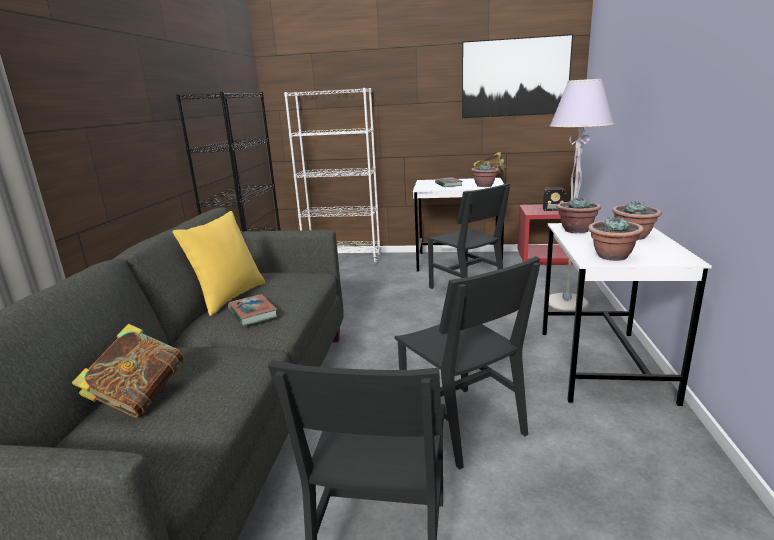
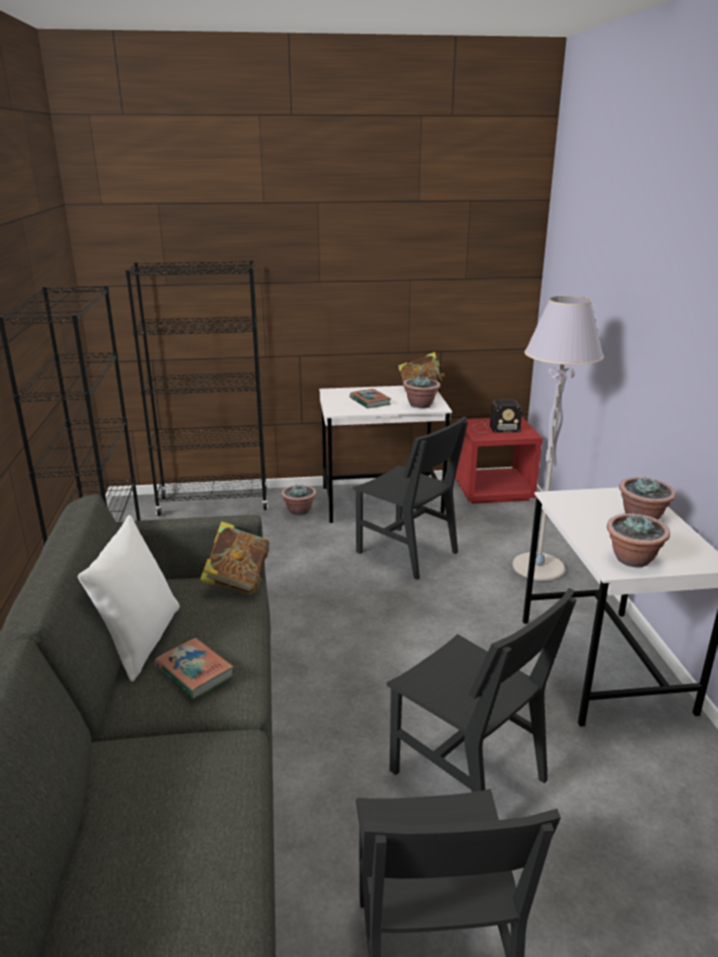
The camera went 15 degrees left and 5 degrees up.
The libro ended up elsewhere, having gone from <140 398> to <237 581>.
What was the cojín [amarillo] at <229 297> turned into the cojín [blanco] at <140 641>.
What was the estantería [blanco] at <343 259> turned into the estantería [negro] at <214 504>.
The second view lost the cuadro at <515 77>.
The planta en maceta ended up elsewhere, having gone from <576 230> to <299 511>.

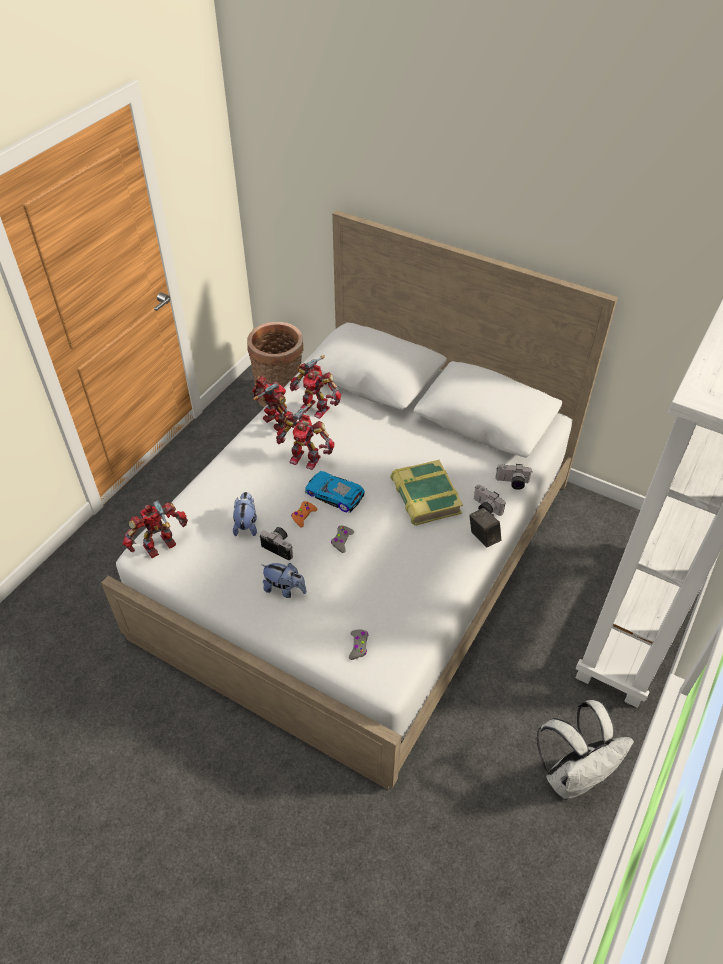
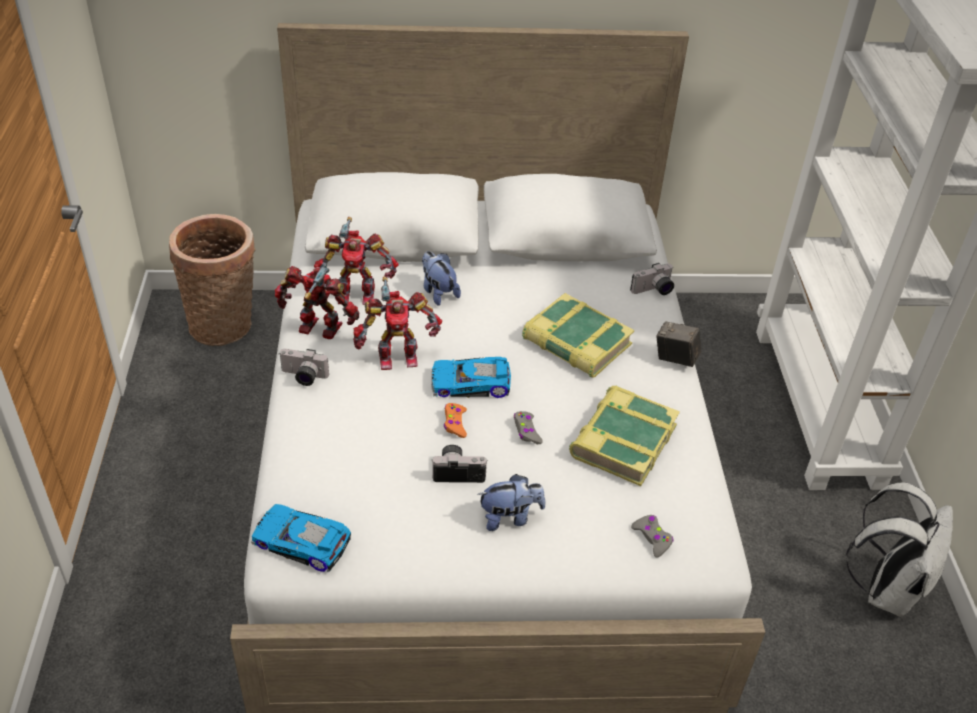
The camera went 35 degrees left and 5 degrees down.
Where the robot de juguete stood at <161 547>, the coche de juguete came to stand at <301 543>.
The peluche ended up elsewhere, having gone from <246 524> to <438 292>.
The cámara ended up elsewhere, having gone from <485 508> to <303 377>.
The second view gained the libro at <622 441>.

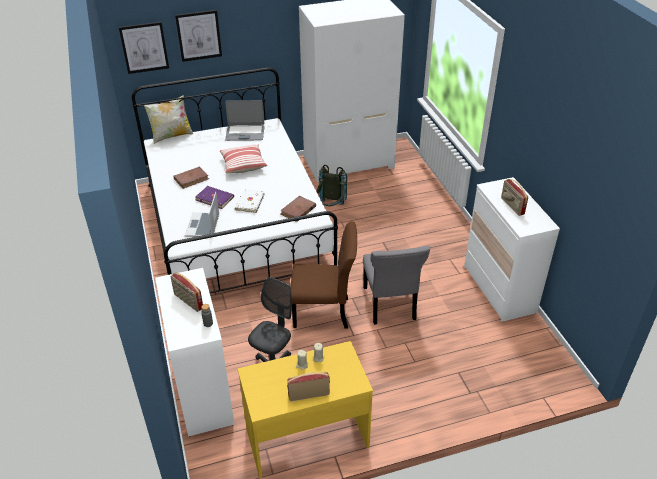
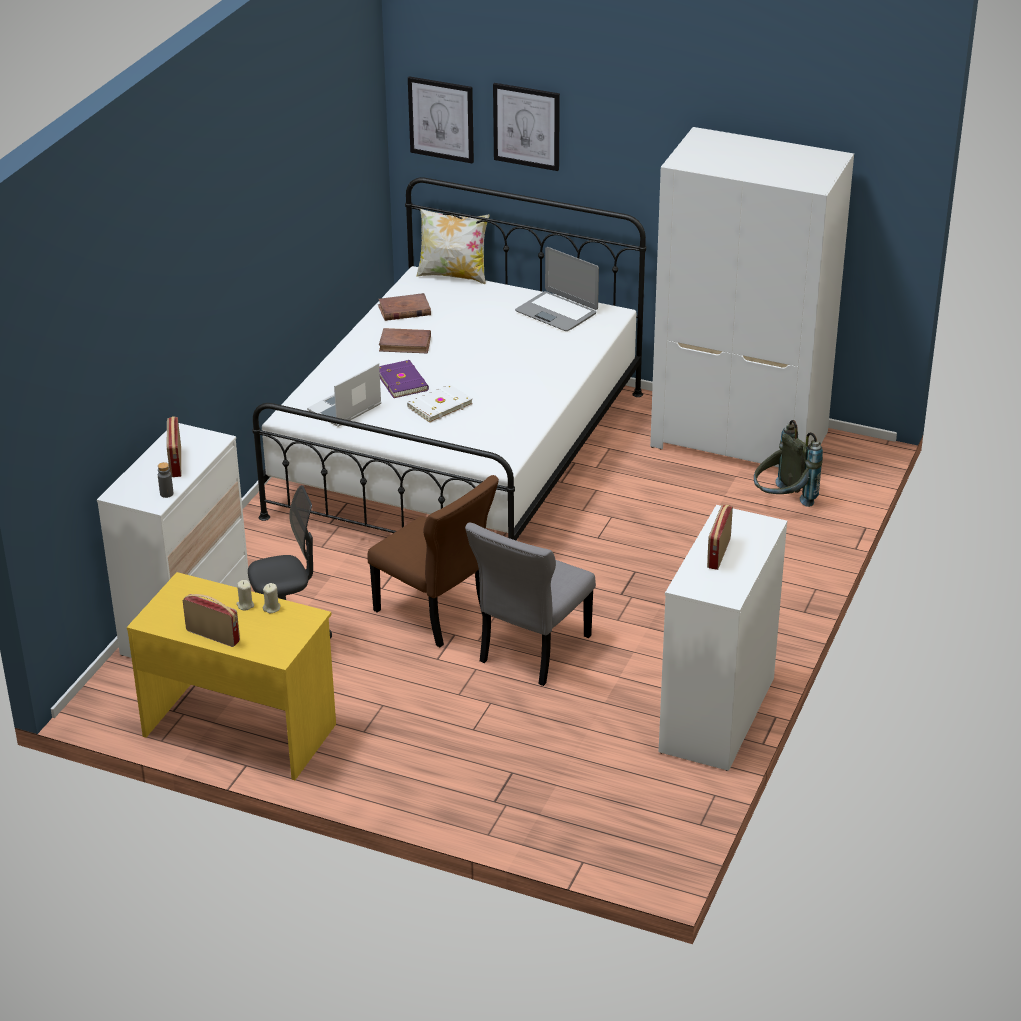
The camera went 40 degrees right and 5 degrees down.
The second view lost the cojín at <243 165>.
The libro [marrón] ended up elsewhere, having gone from <298 210> to <404 310>.
The mochila [gris] ended up elsewhere, having gone from <330 208> to <782 502>.

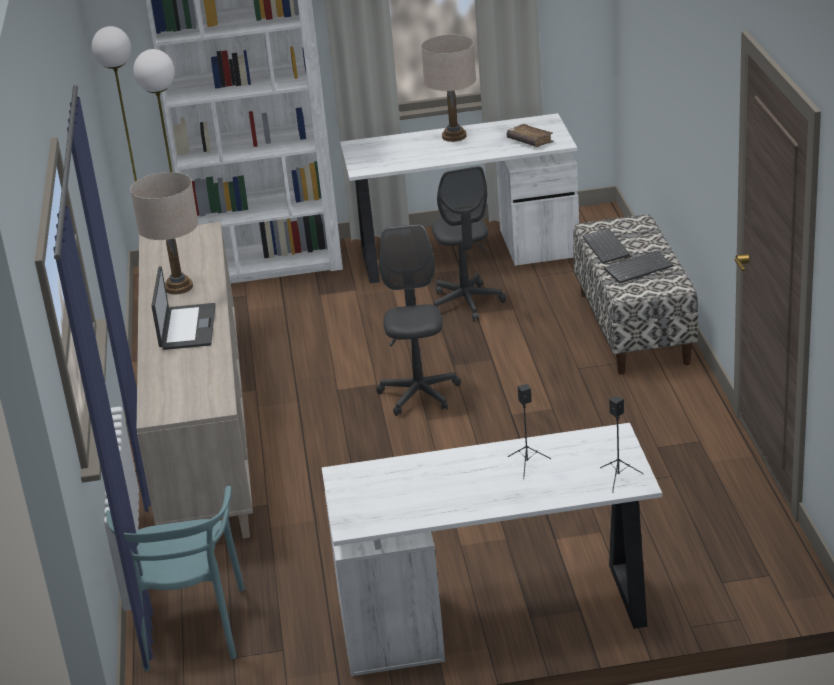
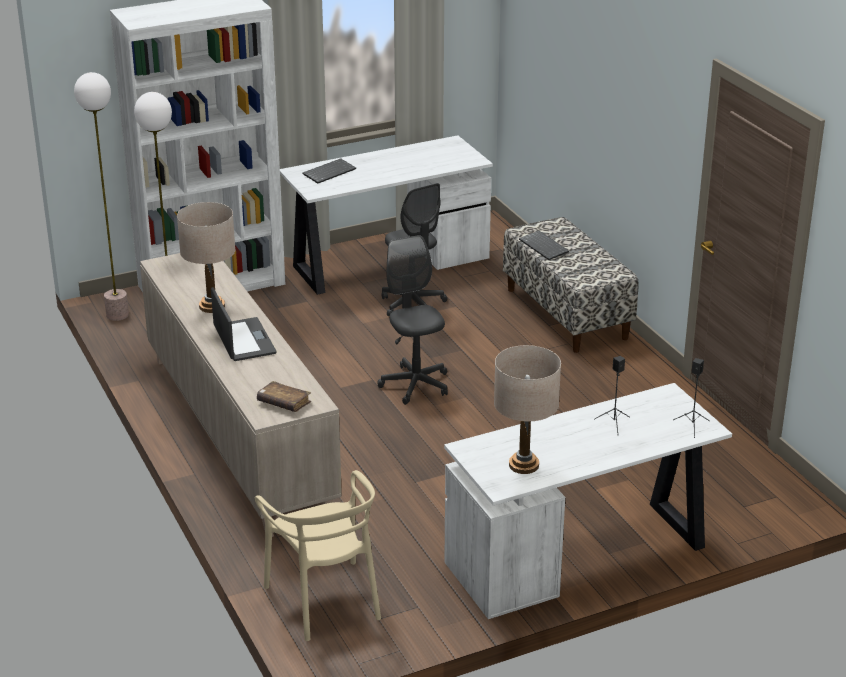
The camera went 20 degrees left and 0 degrees up.
What was the silla [turquesa] at <190 628> turned into the silla [beis] at <325 600>.
The lámpara de mesa [beis] ended up elsewhere, having gone from <454 136> to <524 465>.
The libro [marrón] ended up elsewhere, having gone from <530 141> to <284 403>.
The teclado ended up elsewhere, having gone from <638 268> to <329 172>.

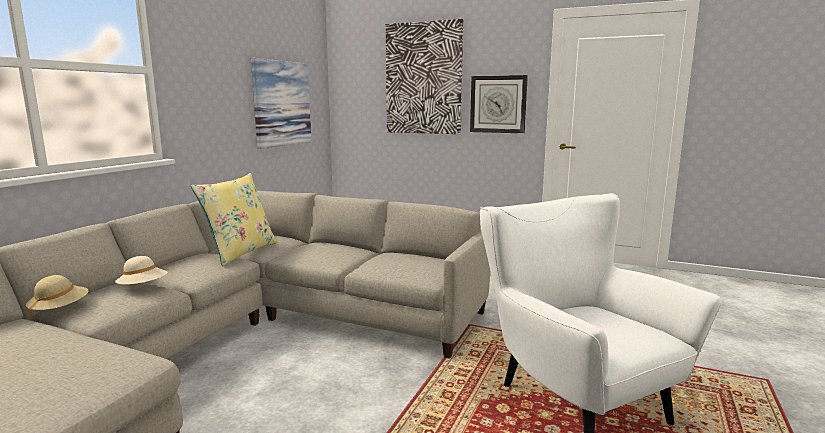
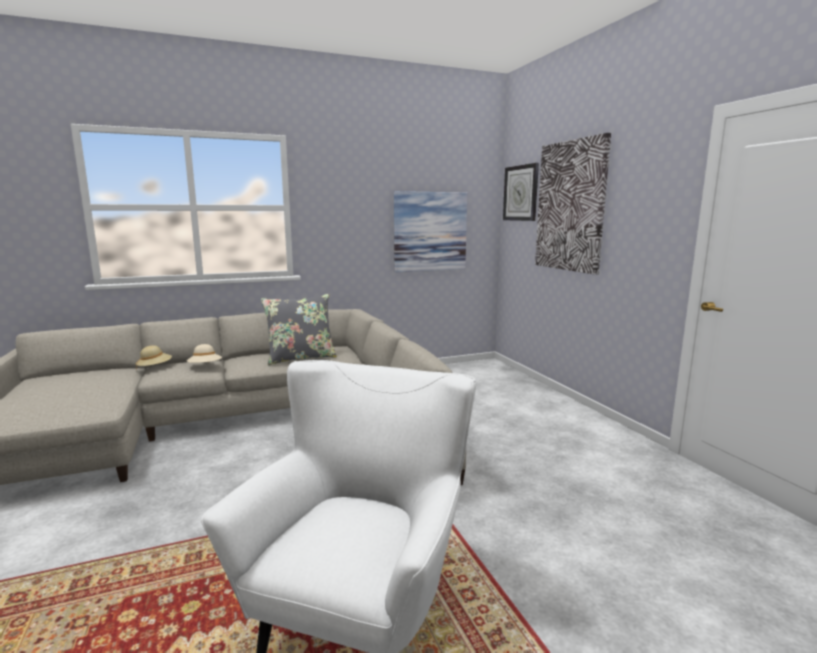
The camera went 45 degrees right and 0 degrees up.
What was the cojín [amarillo] at <240 252> turned into the cojín [gris] at <301 358>.
The reloj de pared ended up elsewhere, having gone from <498 104> to <521 193>.

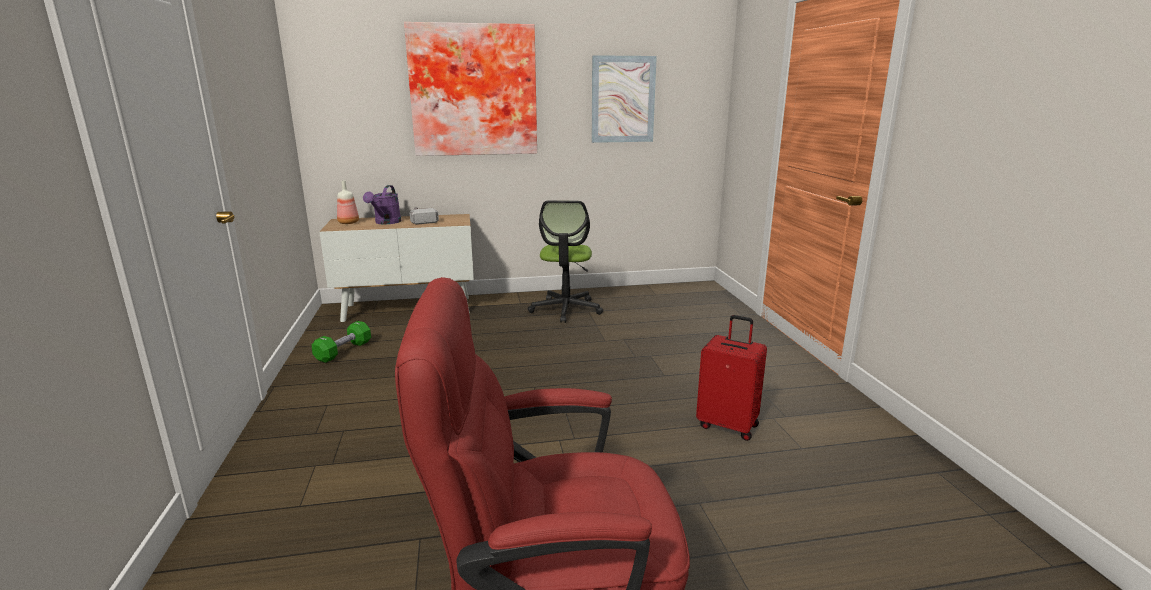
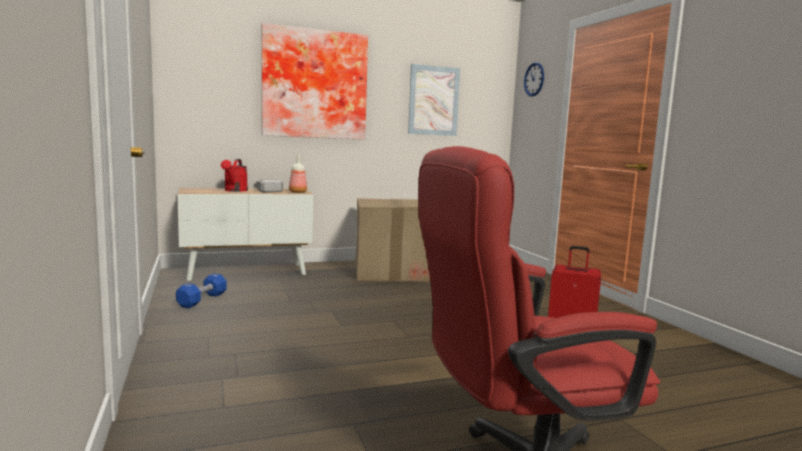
The camera went 10 degrees left and 10 degrees down.
What was the mancuerna [verde] at <343 351> turned into the mancuerna [azul] at <202 300>.
The botella ended up elsewhere, having gone from <347 223> to <297 192>.
What was the regadera [morado] at <386 222> turned into the regadera [rojo] at <235 191>.
Where the silla de oficina stood at <566 309>, the caja de cartón came to stand at <390 272>.
The second view gained the reloj de pared at <534 79>.

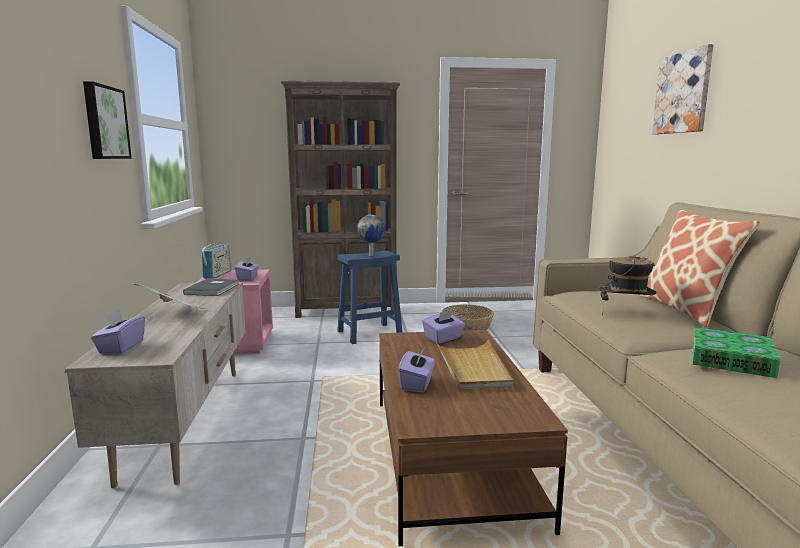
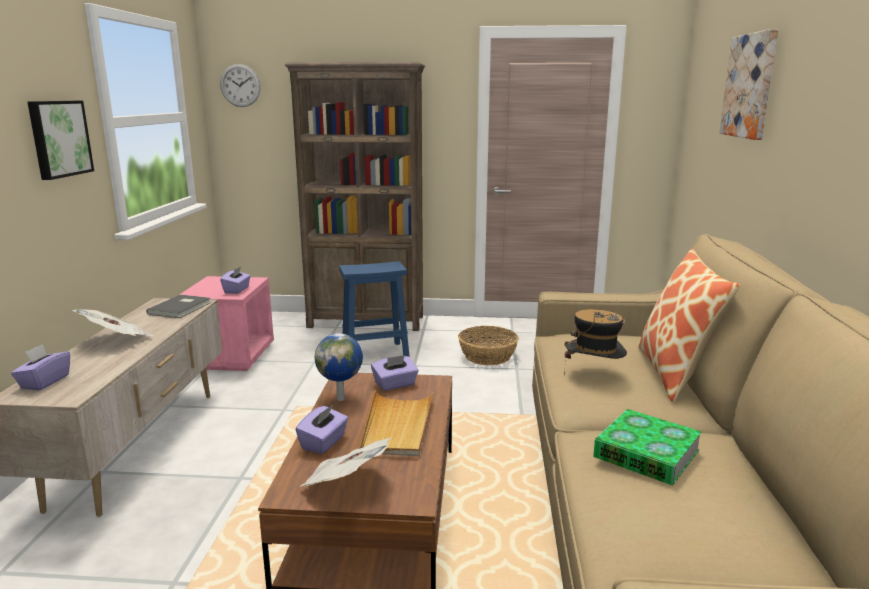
The camera went 10 degrees right and 5 degrees up.
The second view lost the radio at <217 274>.
The globo terráqueo ended up elsewhere, having gone from <371 255> to <341 398>.
The second view gained the reloj de pared at <240 85>.
The second view gained the periódico at <346 483>.

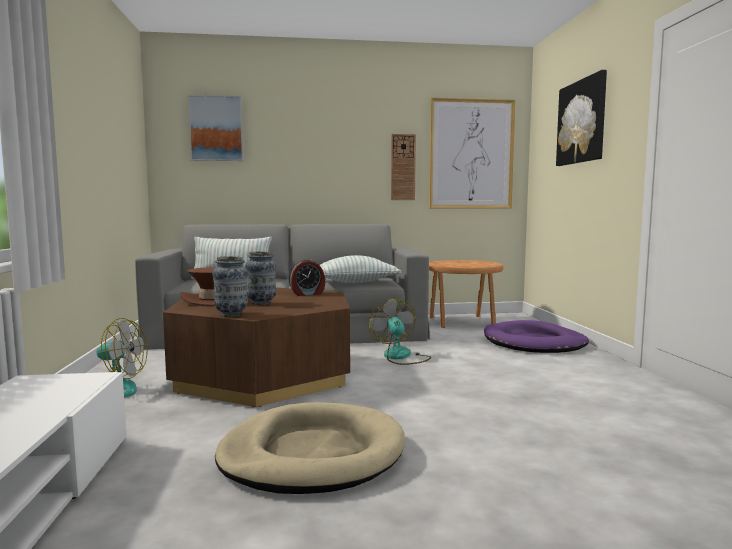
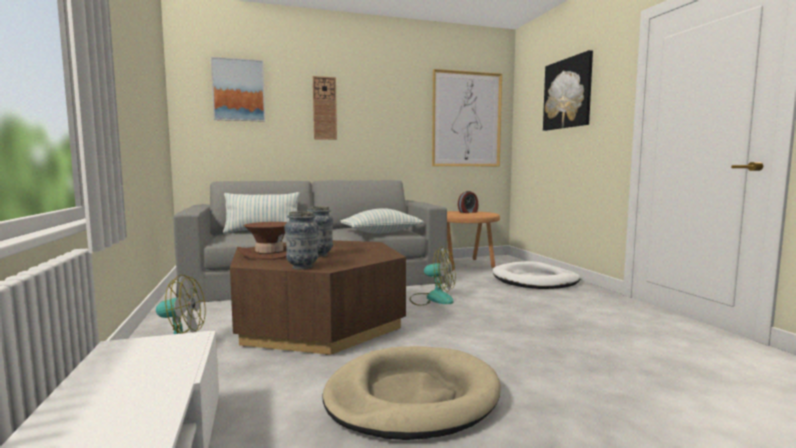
The camera went 10 degrees left and 0 degrees up.
The despertador ended up elsewhere, having gone from <308 294> to <468 212>.
The ventilador at <400 357> ended up facing another way, 135 degrees clockwise from before.
The reloj de pared ended up elsewhere, having gone from <403 167> to <324 108>.
What was the cama para perro [morado] at <534 342> turned into the cama para perro [blanco] at <535 280>.

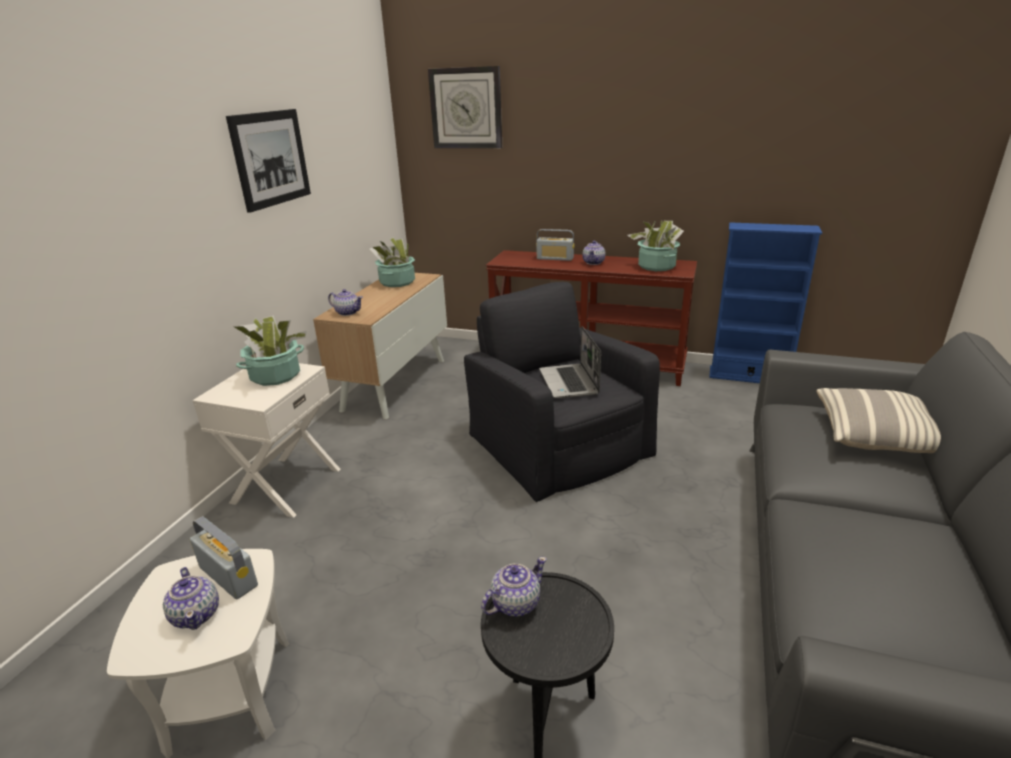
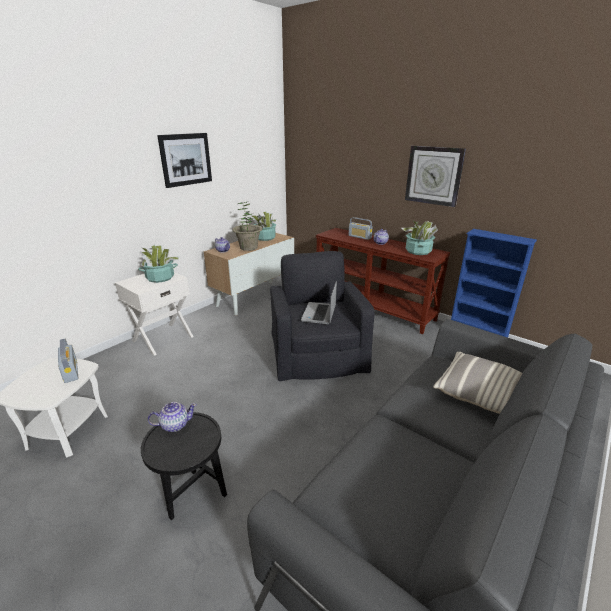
The camera went 20 degrees right and 0 degrees up.
The second view lost the tetera at <197 614>.
The reloj de pared ended up elsewhere, having gone from <466 108> to <434 175>.
The second view gained the planta en maceta at <248 247>.

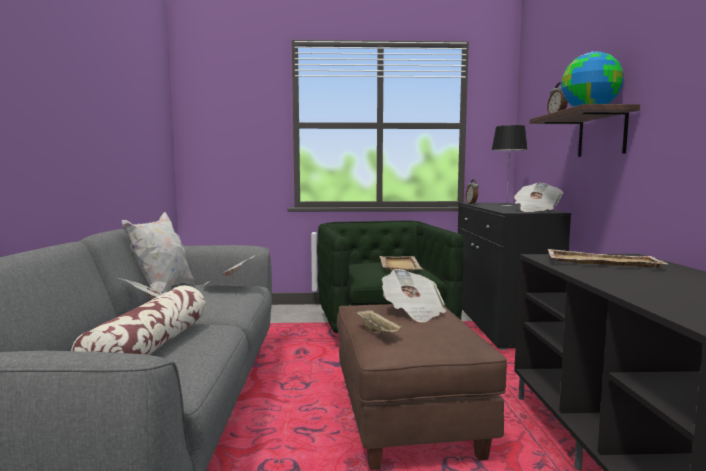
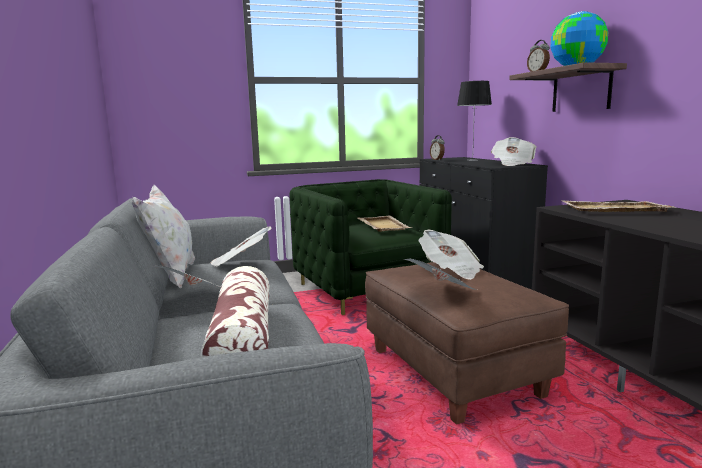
The camera went 15 degrees left and 5 degrees up.
Where the bandeja [beis] stood at <378 332>, the periódico came to stand at <442 293>.

